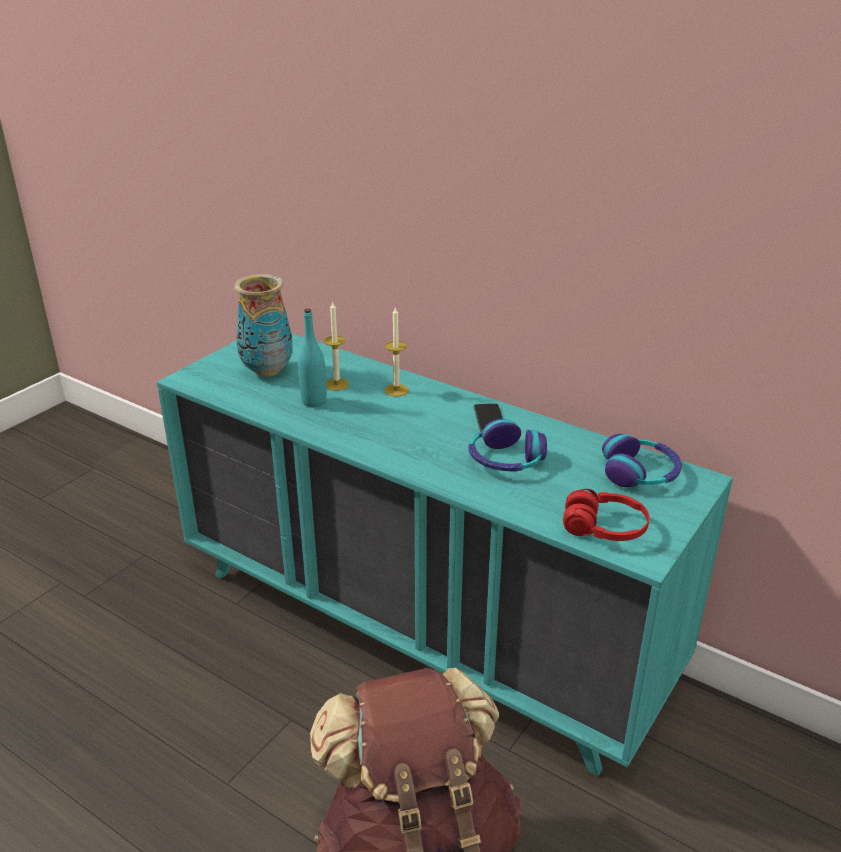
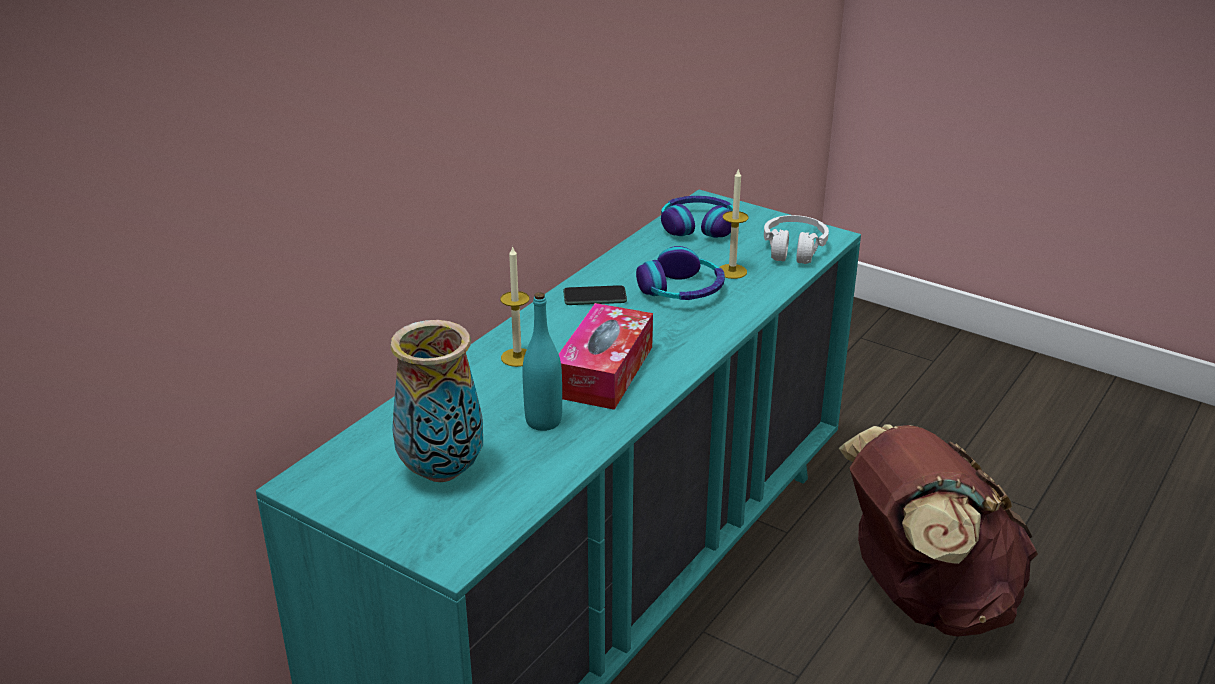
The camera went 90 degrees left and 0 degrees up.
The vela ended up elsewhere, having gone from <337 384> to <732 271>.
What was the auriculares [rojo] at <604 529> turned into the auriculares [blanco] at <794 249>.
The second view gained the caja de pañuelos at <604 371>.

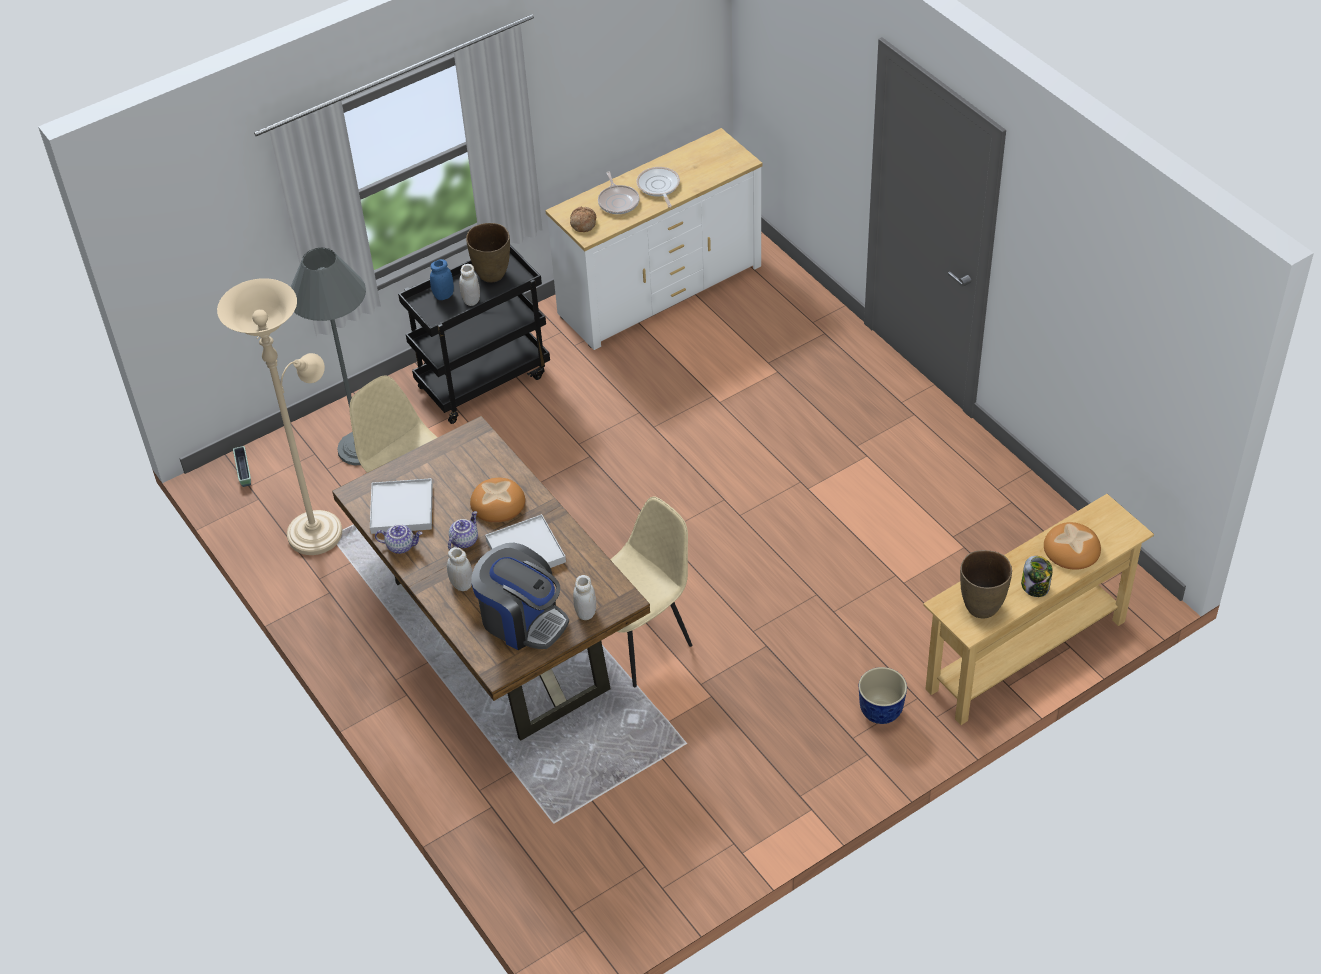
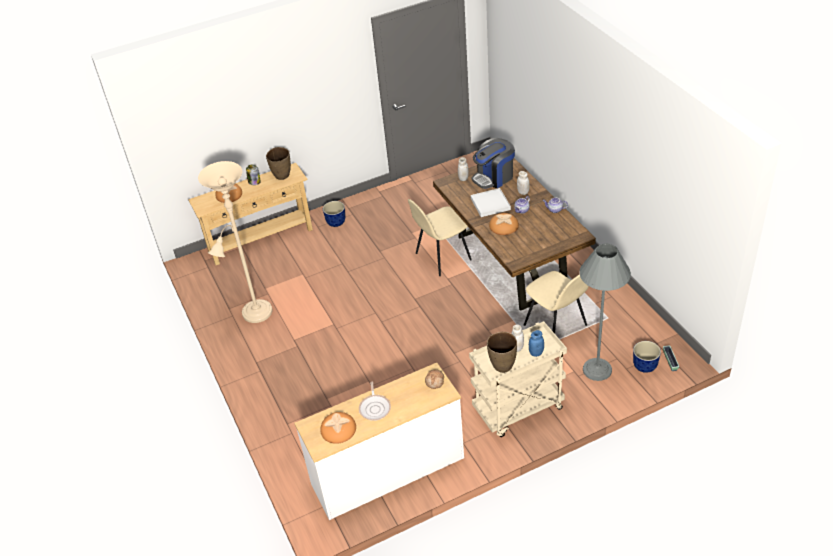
The camera went 170 degrees left and 5 degrees down.
The lámpara de pie [beis] ended up elsewhere, having gone from <318 528> to <254 315>.
The second view lost the bandeja [blanco] at <401 509>.
What was the carrito [negro] at <483 380> turned into the carrito [beis] at <518 410>.
The cafetera at <522 620> ended up facing another way, 75 degrees counterclockwise from before.
The second view lost the sartén at <618 201>.
The second view gained the pan at <338 430>.
The second view gained the maceta at <644 366>.

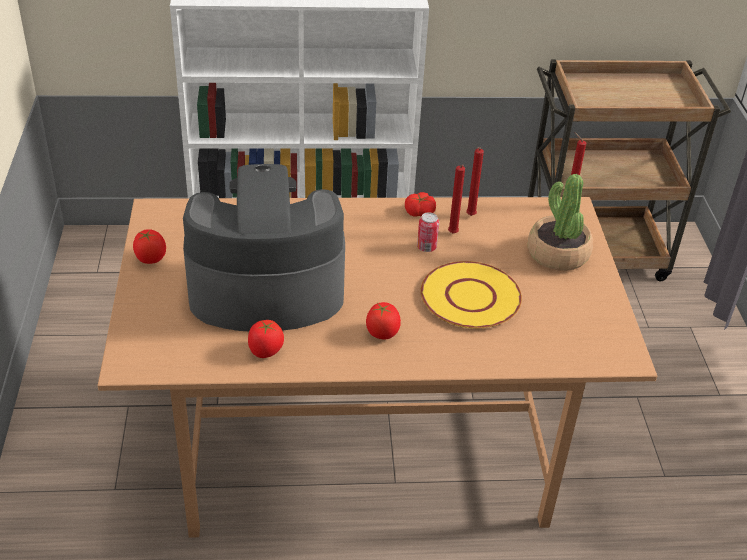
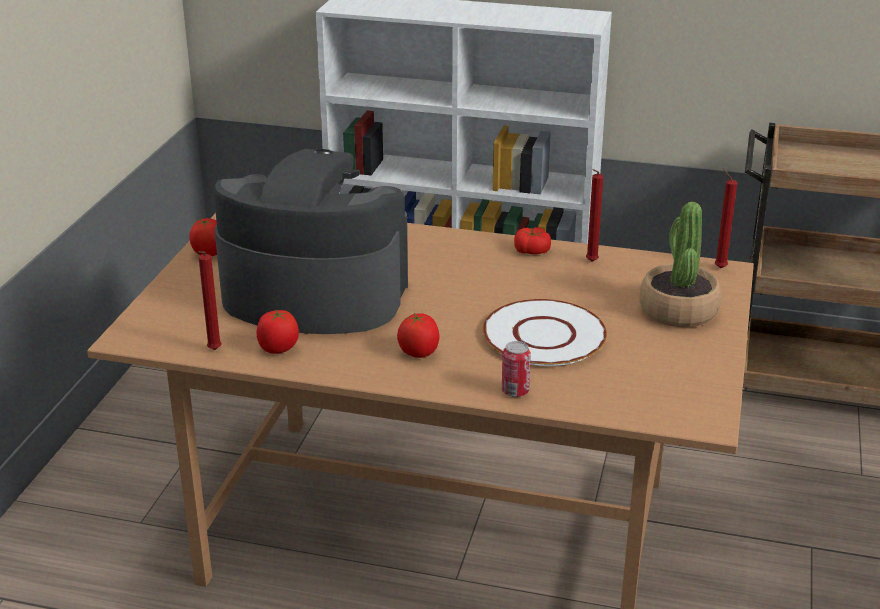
The camera went 20 degrees right and 10 degrees down.
The lata ended up elsewhere, having gone from <426 247> to <515 391>.
What was the plato [amarillo] at <471 297> turned into the plato [blanco] at <545 335>.
The vela [rojo] ended up elsewhere, having gone from <453 234> to <213 351>.

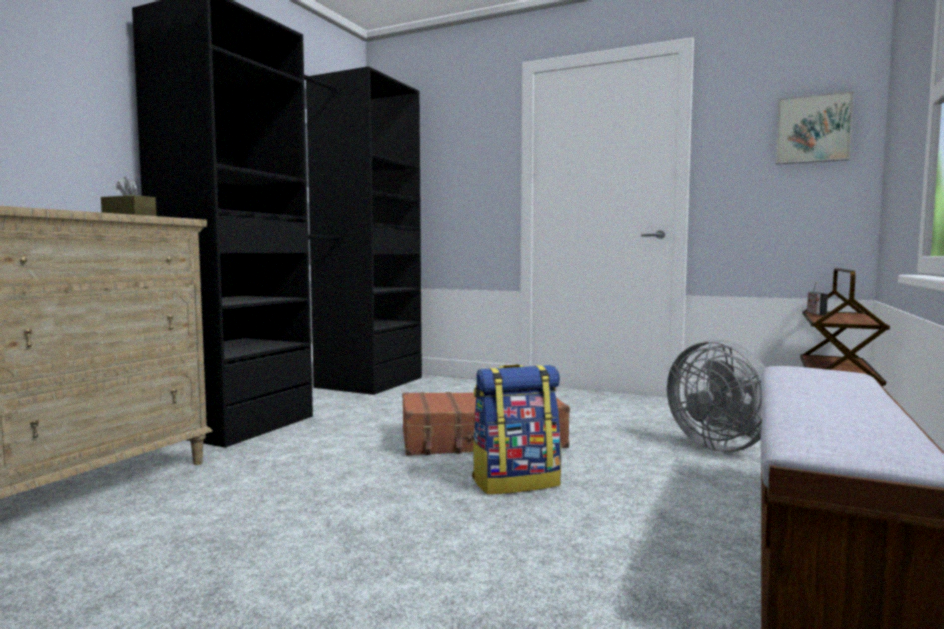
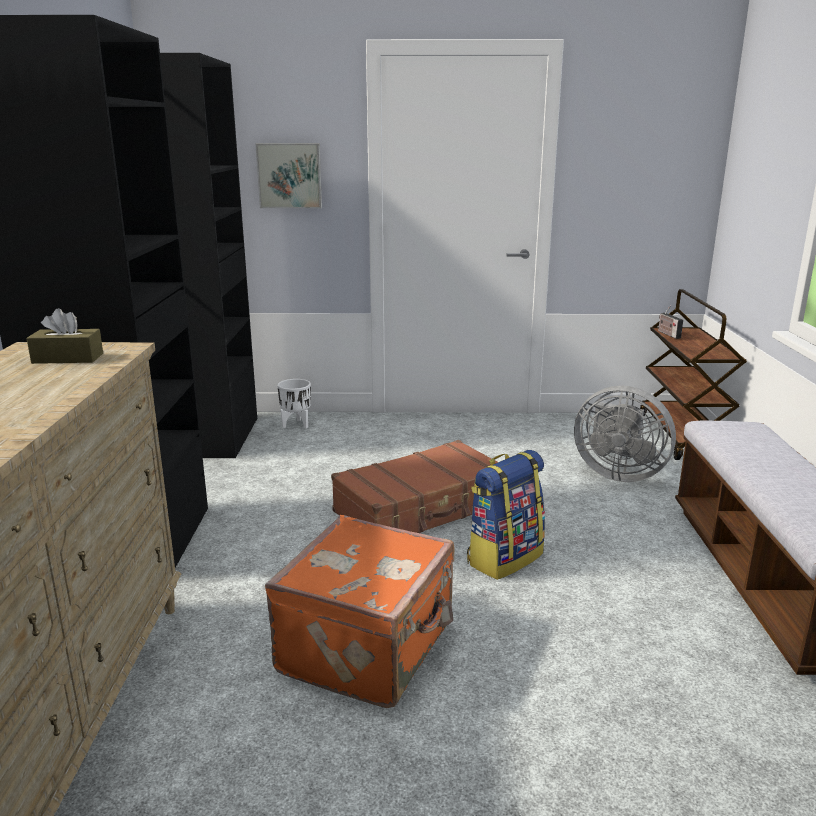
The camera went 25 degrees left and 15 degrees up.
The cuadro ended up elsewhere, having gone from <812 129> to <290 175>.
The second view gained the maleta [naranja] at <369 648>.
The second view gained the maceta [blanco] at <296 424>.

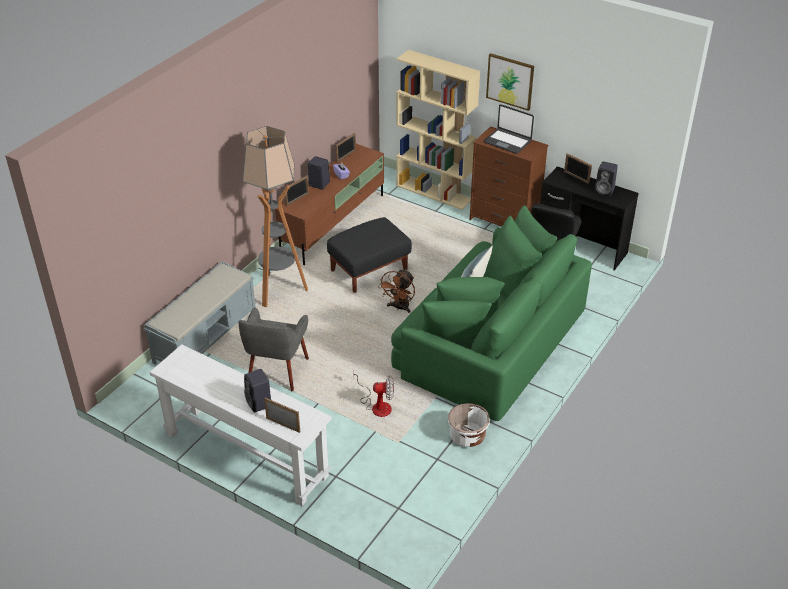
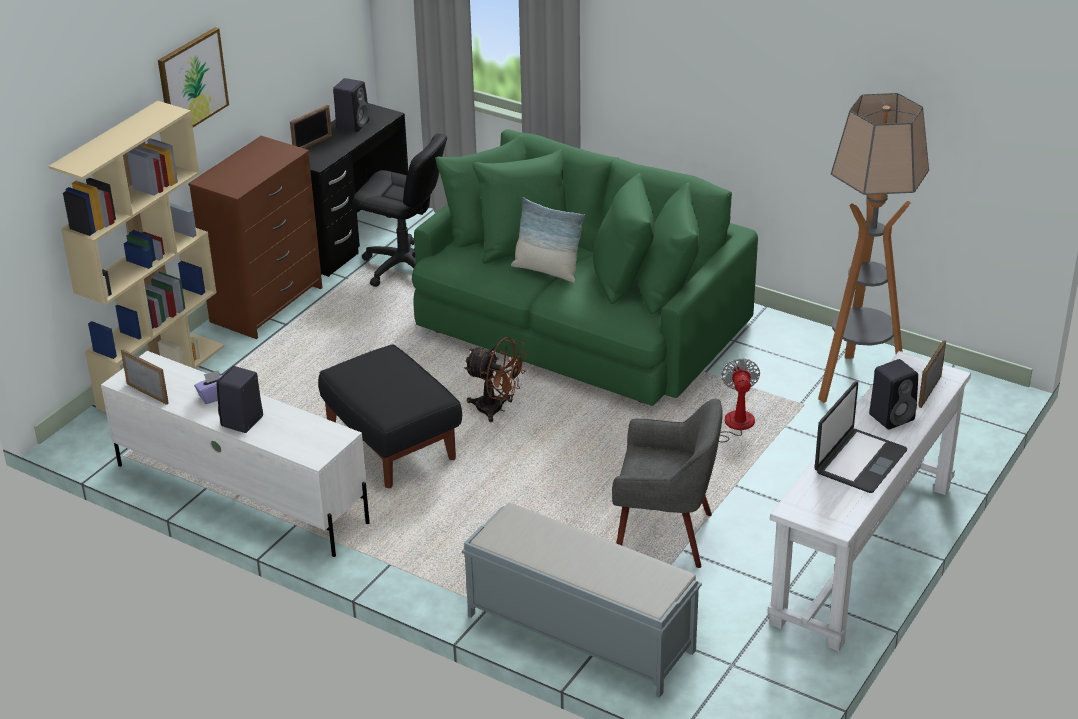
The camera went 90 degrees left and 5 degrees down.
The lámpara de pie ended up elsewhere, having gone from <279 290> to <858 384>.
What was the mueble de televisión [marrón] at <334 224> turned into the mueble de televisión [blanco] at <240 493>.
The second view lost the portarretratos at <297 199>.
The second view lost the maceta [blanco] at <467 436>.
The portátil ended up elsewhere, having gone from <507 141> to <859 461>.

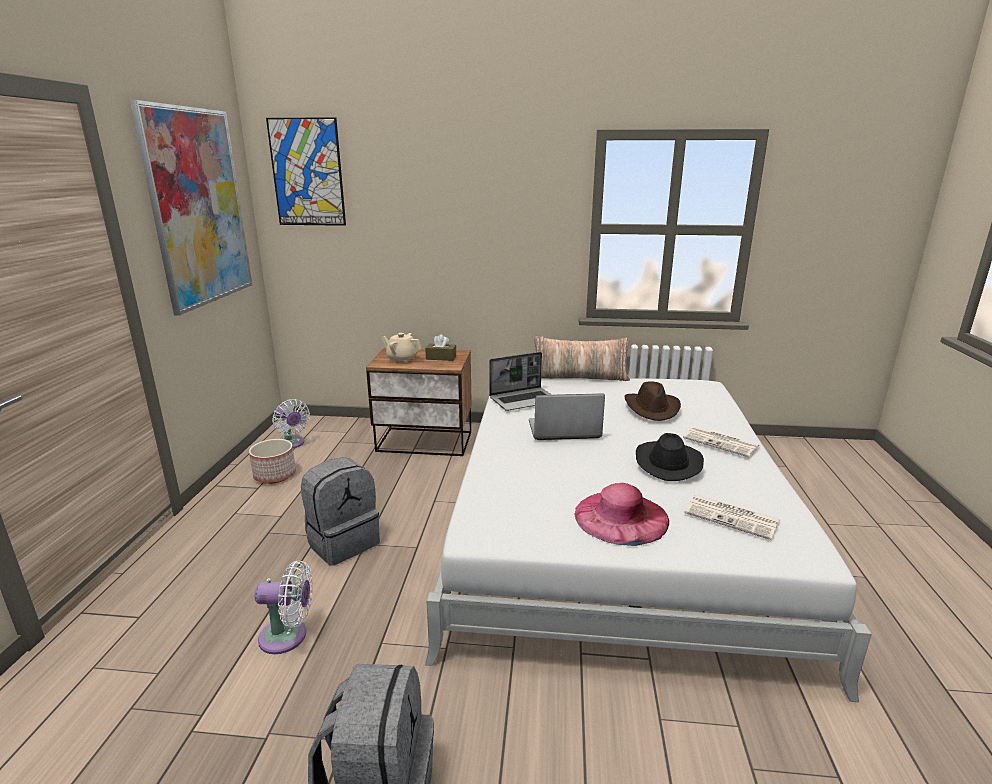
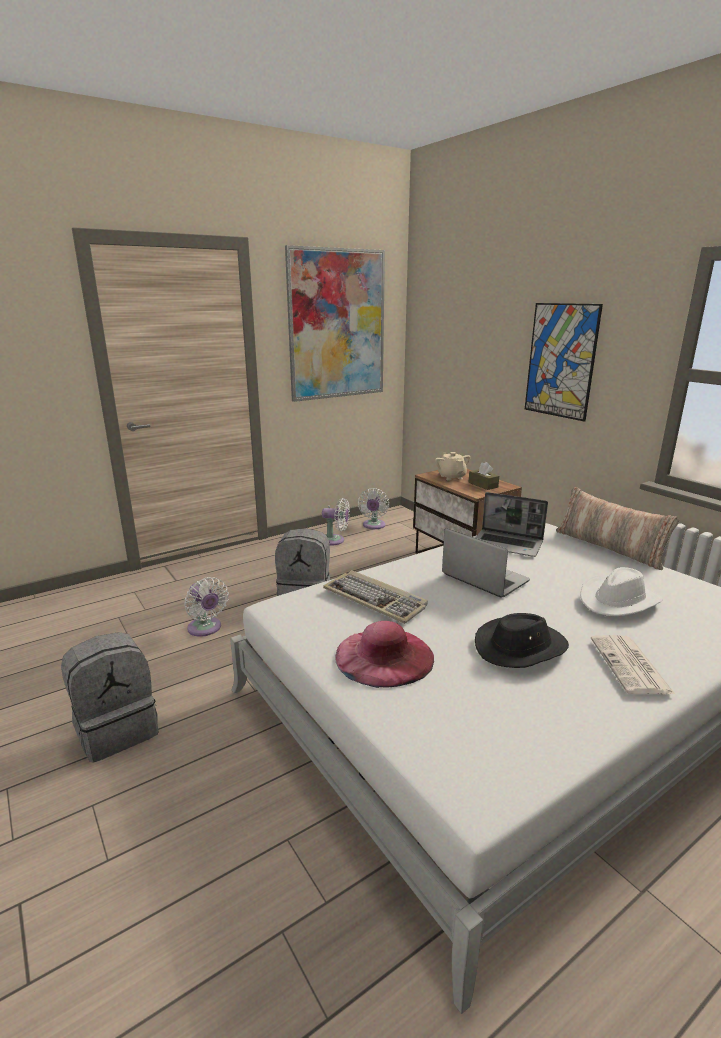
The camera went 50 degrees right and 0 degrees up.
Where the maceta stood at <274 475>, the ventilador [blanco] came to stand at <335 540>.
The cuadro ended up elsewhere, having gone from <307 173> to <560 361>.
What was the sombrero [marrón] at <652 408> turned into the sombrero [blanco] at <618 601>.
The second view lost the periódico at <733 517>.
The second view gained the teclado at <376 599>.

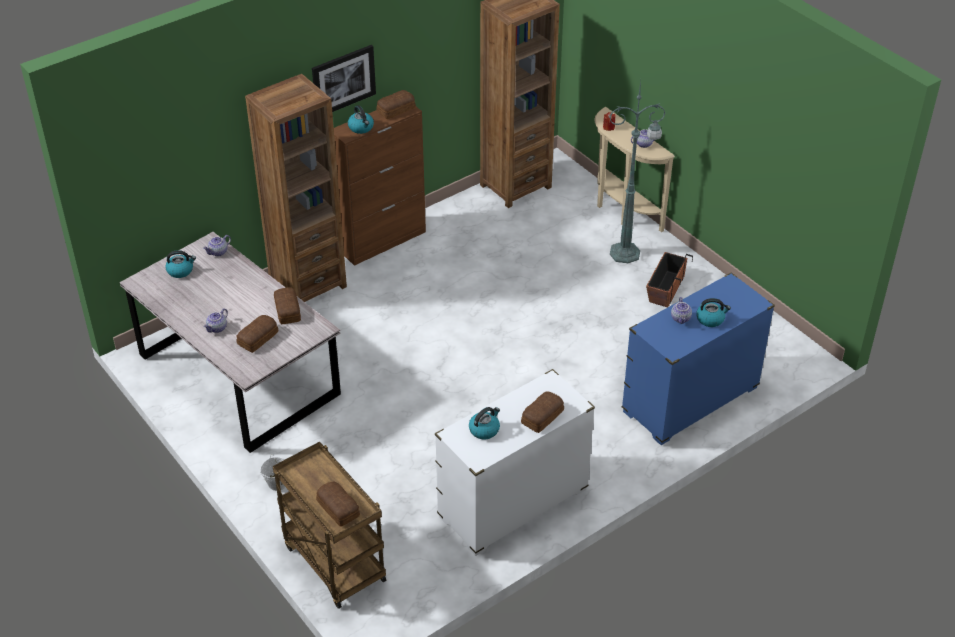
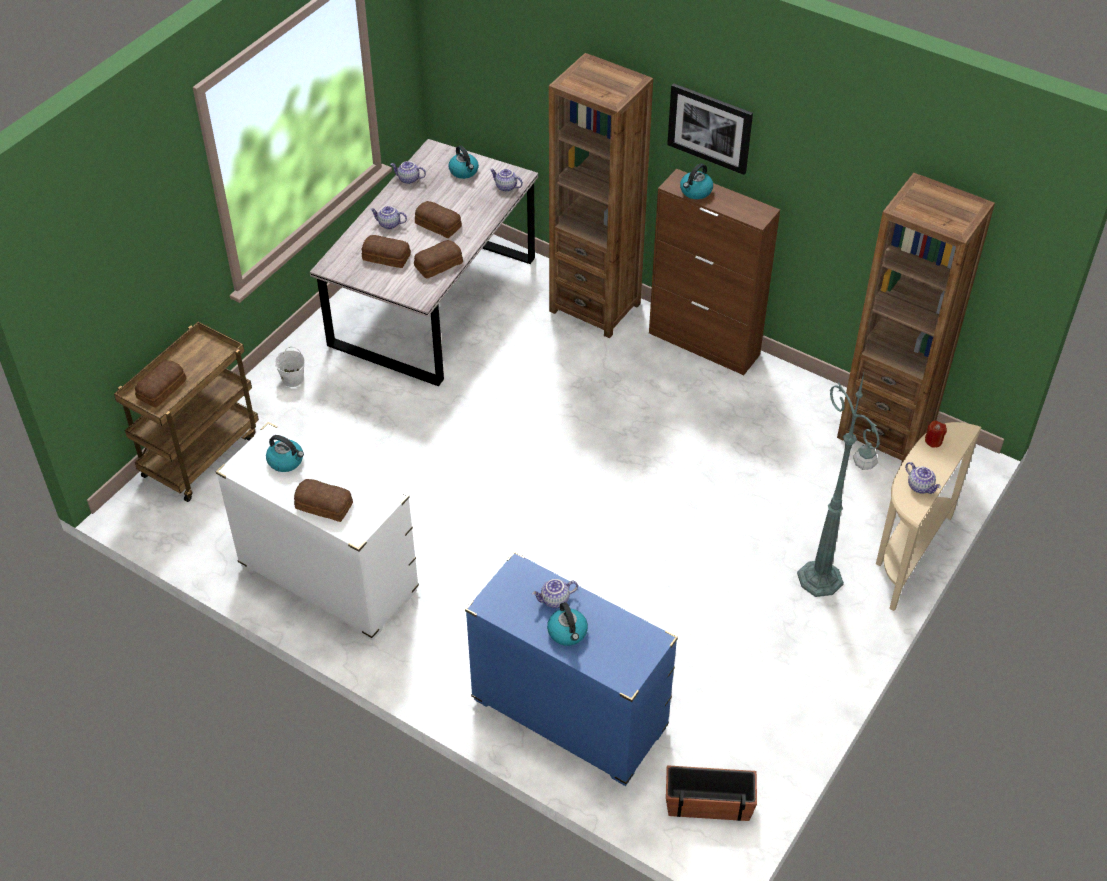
The camera went 70 degrees right and 5 degrees up.
The pan ended up elsewhere, having gone from <395 109> to <438 224>.
The maceta ended up elsewhere, having gone from <666 289> to <708 803>.
The second view gained the tetera at <408 179>.

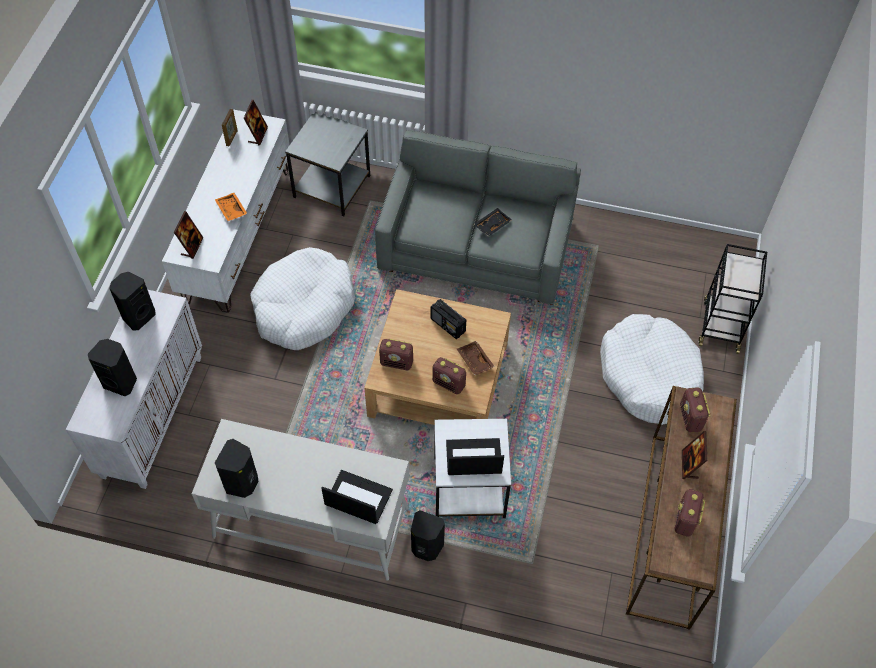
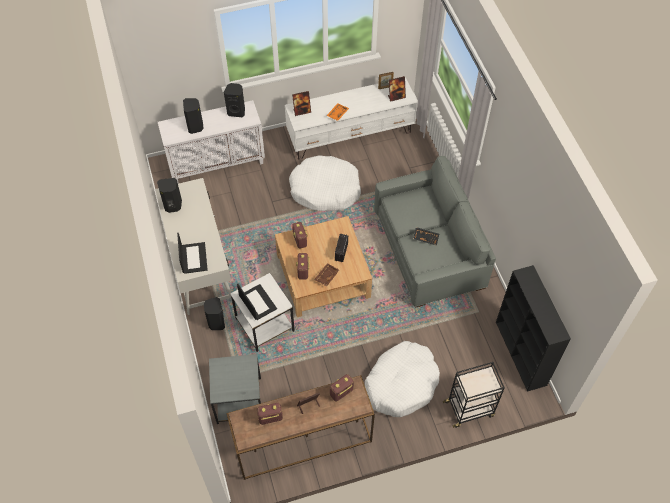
The camera went 60 degrees right and 0 degrees up.
The mesa auxiliar [gris] ended up elsewhere, having gone from <332 187> to <238 401>.
The second view gained the estantería [negro] at <521 354>.

